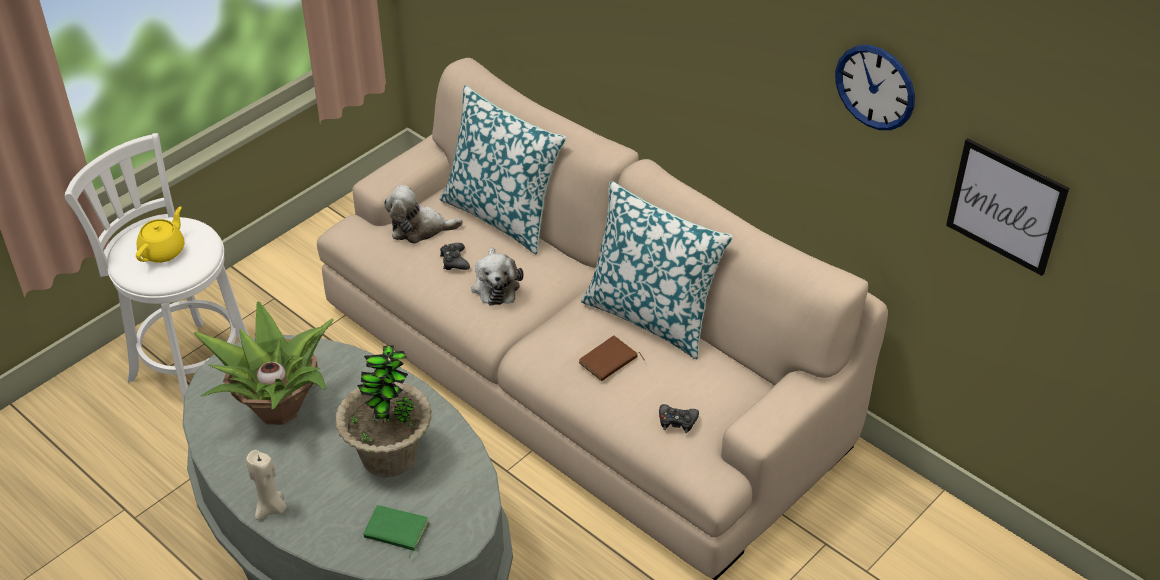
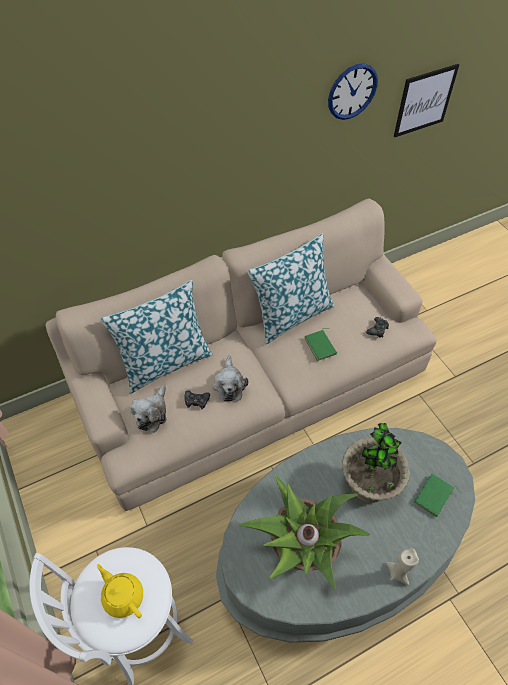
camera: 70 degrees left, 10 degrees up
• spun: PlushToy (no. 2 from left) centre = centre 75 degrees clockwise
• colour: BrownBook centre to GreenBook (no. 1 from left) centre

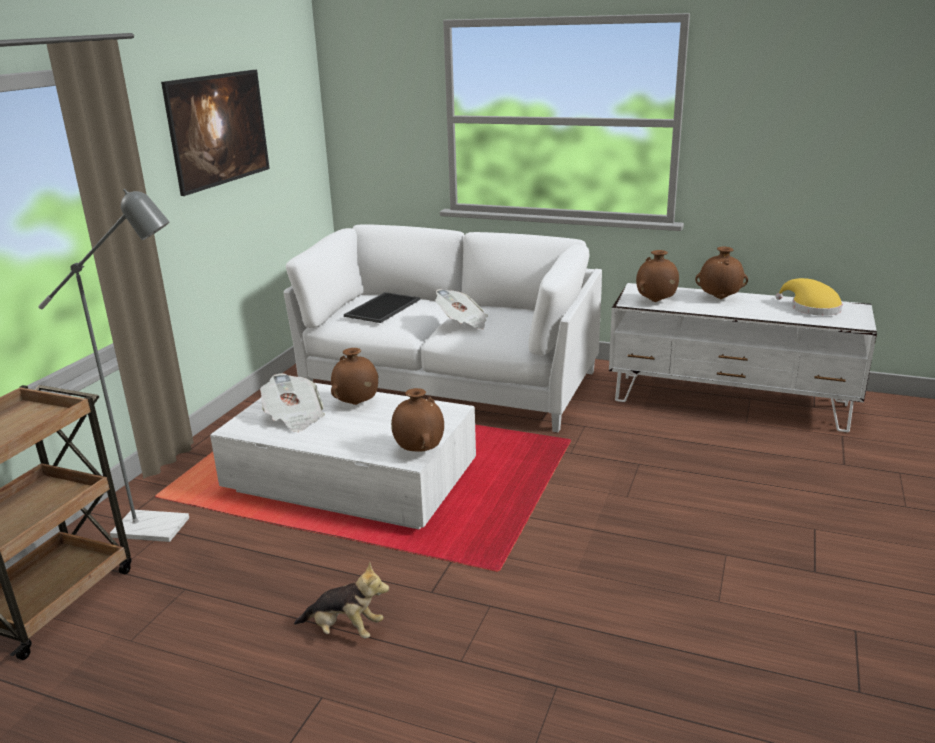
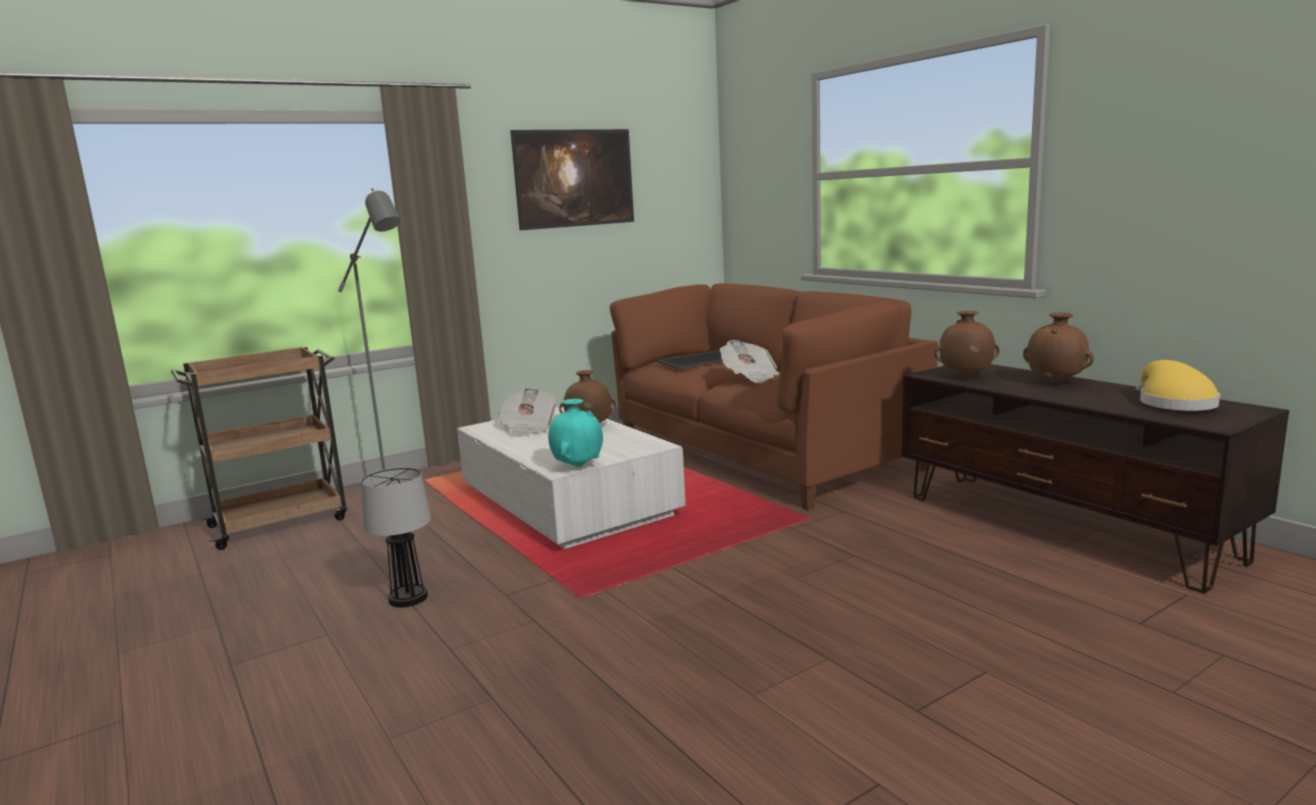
camera: 35 degrees right, 10 degrees down
• colour: WhiteSofa centre to BrownSofa centre
• colour: WhiteTvStand middle right to BrownTvStand middle right
• colour: BrownVase (no. 2 from left) centre to TurquoiseVase centre
• exchanged: PlushToy bottom centre to TableLamp bottom left

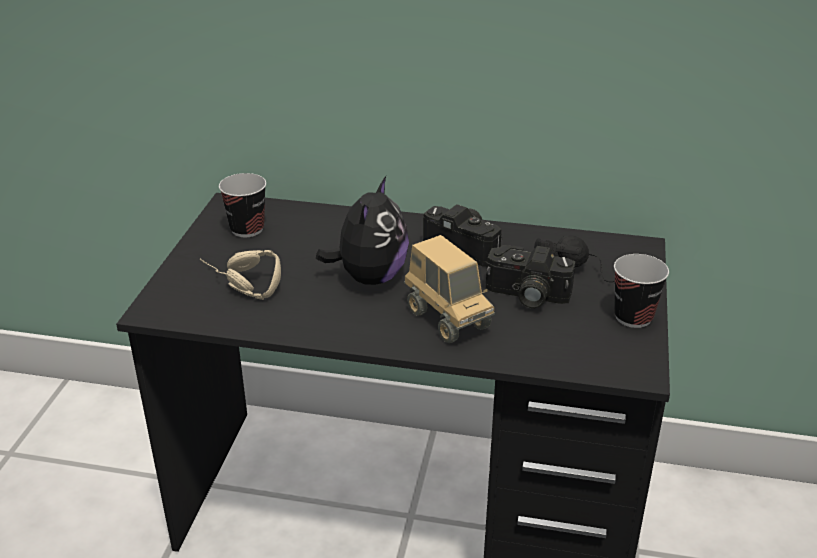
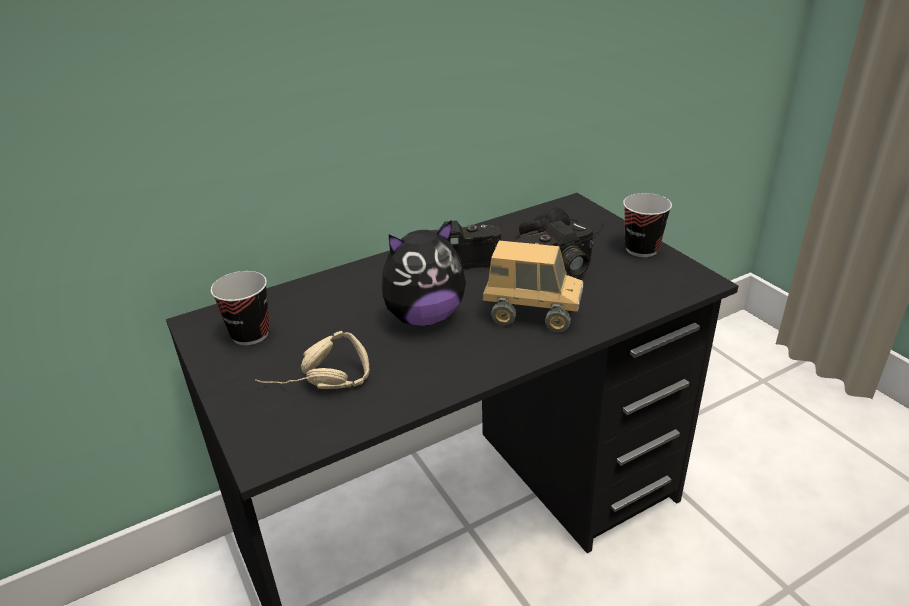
camera: 40 degrees left, 0 degrees up
• spun: PlushToy centre = centre 90 degrees clockwise

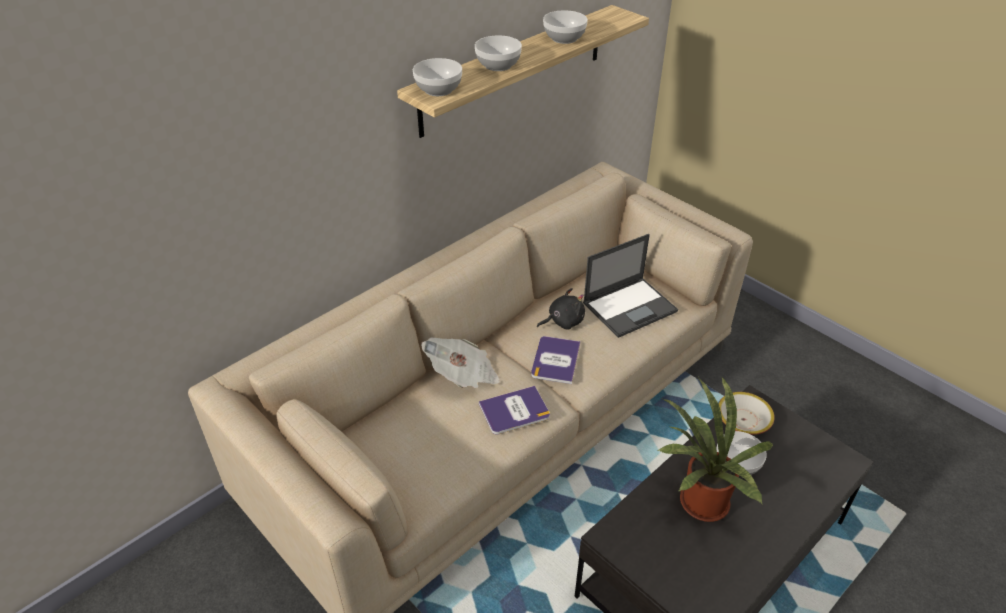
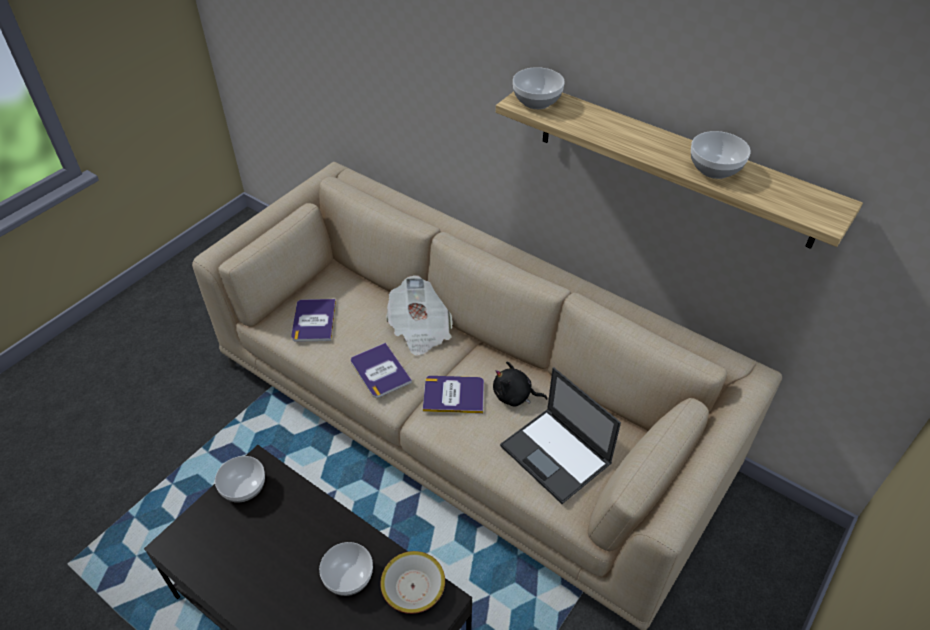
camera: 80 degrees right, 5 degrees up
• relocated: Bowl (no. 2 from left in the first image) top centre to Bowl (no. 1 from left) bottom left
• spun: BlackPlushToy centre = centre 135 degrees clockwise
• missing: PottedPlant bottom right
• appeared: Book (no. 1 from left) centre

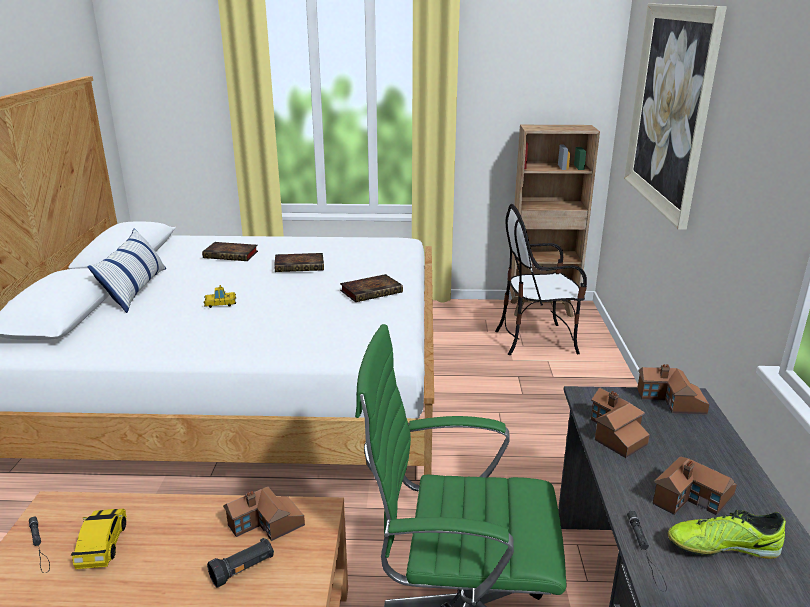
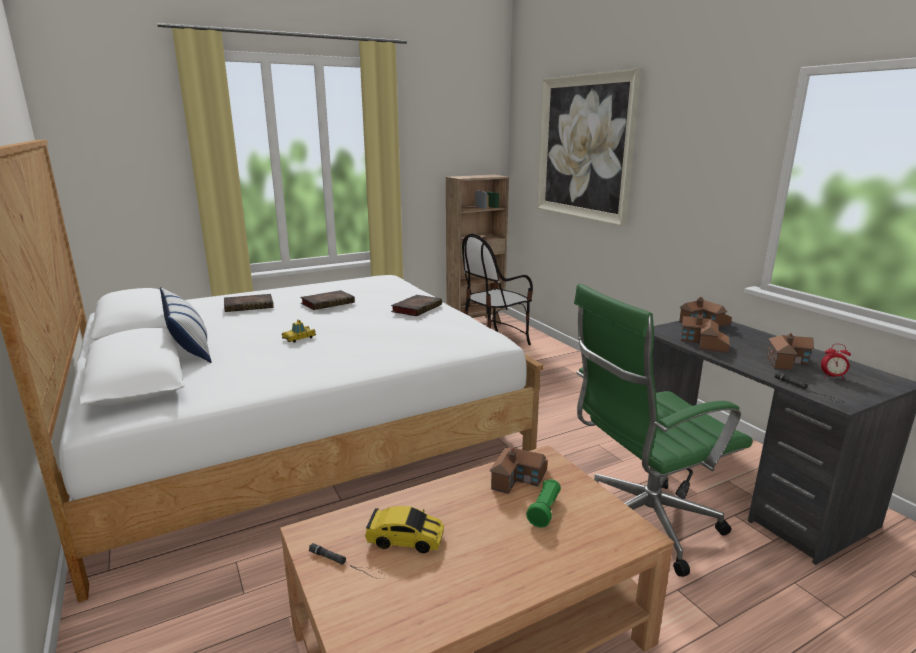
camera: 30 degrees left, 5 degrees down
• spun: ToyCar (no. 1 from left in the first image) bottom left = bottom centre 135 degrees clockwise
• exchanged: Shoe bottom right to AlarmClock middle right
• colour: BlackFlashlight (no. 2 from left) bottom left to GreenFlashlight bottom centre

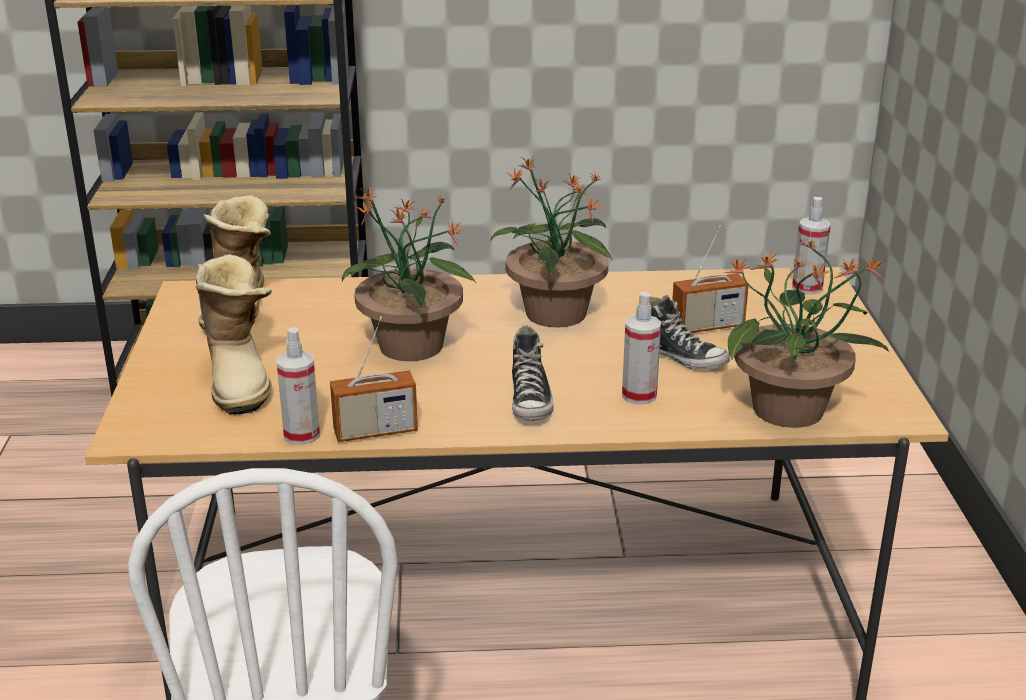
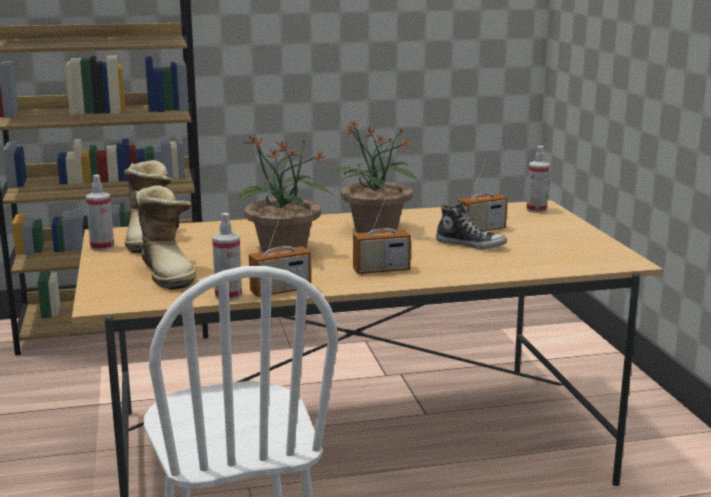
camera: 10 degrees left, 10 degrees down
• missing: PottedPlant (no. 3 from left) middle right
• relocated: SprayBottle (no. 2 from left in the first image) centre to SprayBottle (no. 1 from left) middle left
• exchanged: Shoe (no. 1 from left) centre to Radio (no. 2 from left) centre

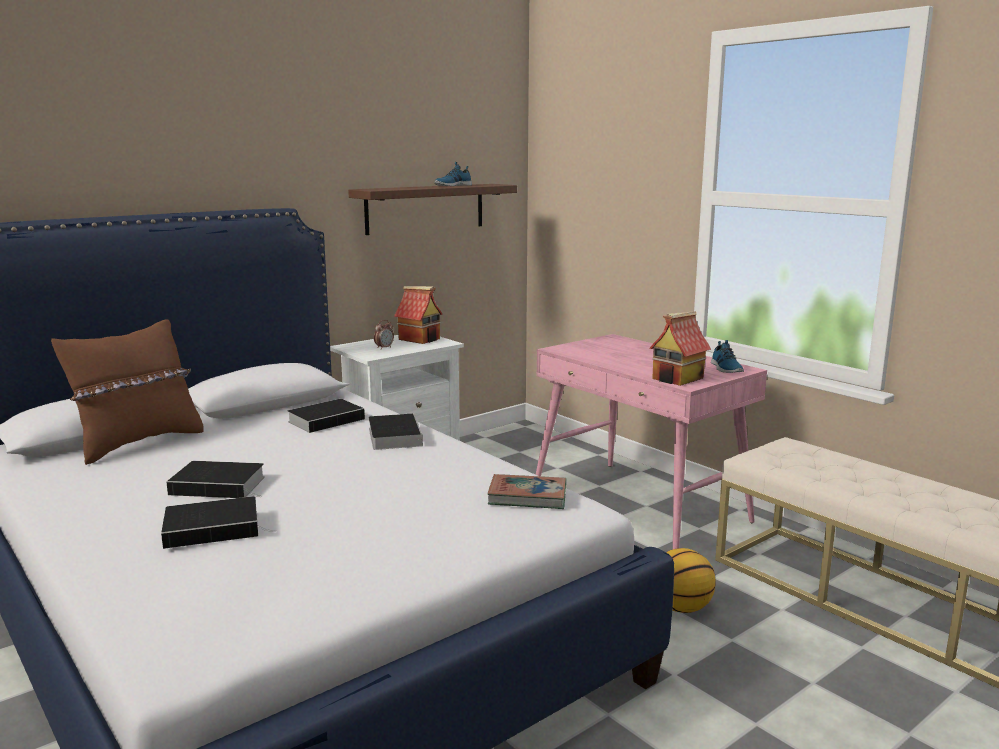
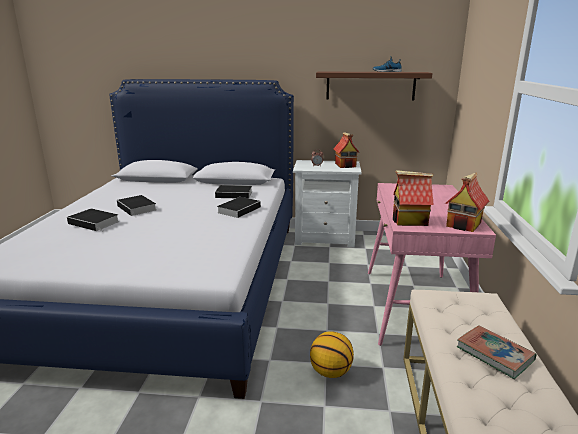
camera: 45 degrees right, 5 degrees up
• missing: BrownPillow middle left
• exchanged: Shoe (no. 2 from left) middle right to ToyHouse (no. 3 from left) middle right
• relocated: Book (no. 5 from left) centre to bottom right

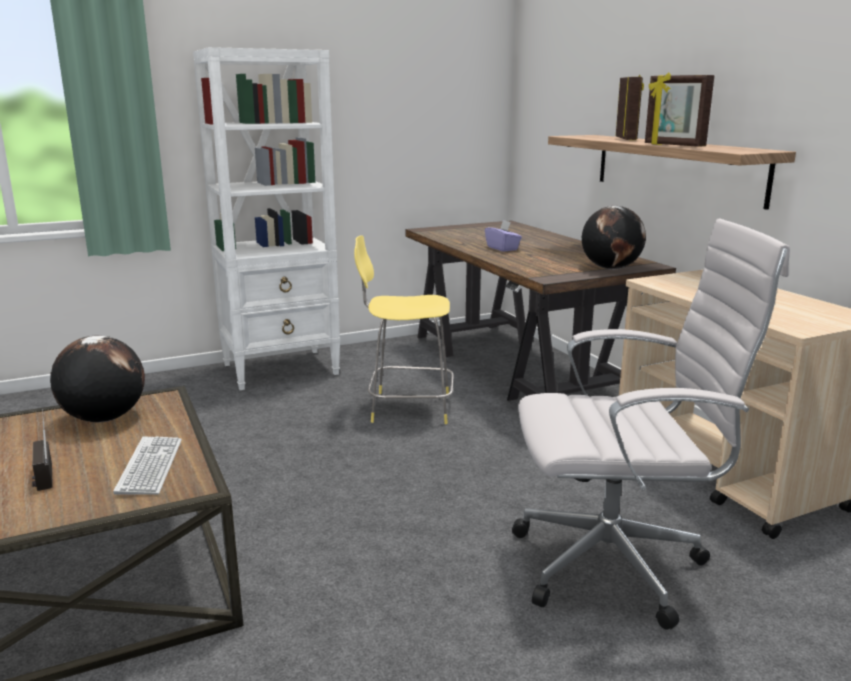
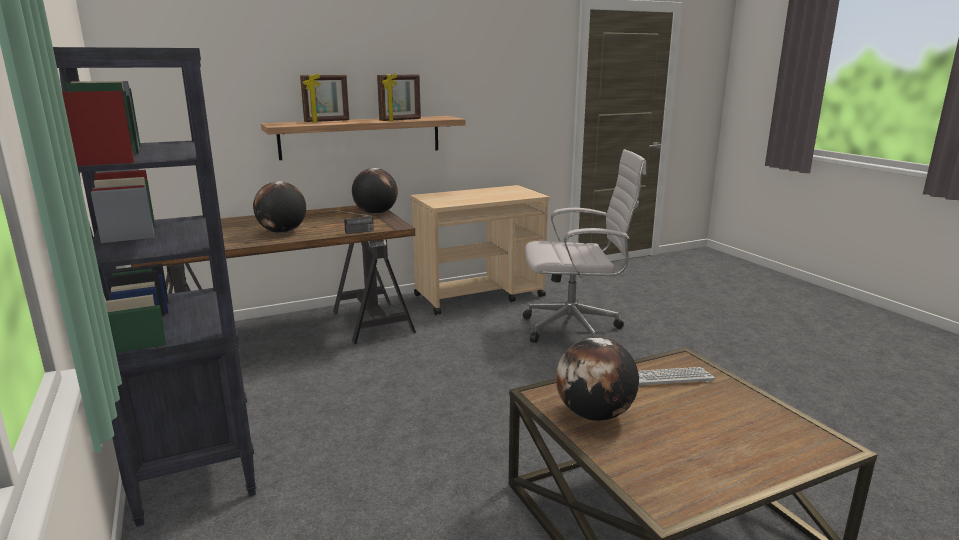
camera: 90 degrees left, 0 degrees up
• colour: WhiteBookcase top left to BlackBookcase middle left
• spun: PictureFrame (no. 1 from left) top right = top centre 150 degrees clockwise
• spun: WhiteOfficeChair middle right = centre 90 degrees clockwise
• exchanged: PurpleTissueBox centre to Globe (no. 1 from left) middle left
• missing: YellowStool centre
• relocated: Radio middle left to centre

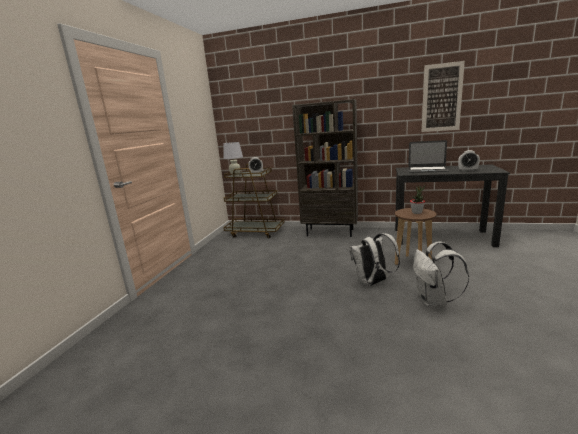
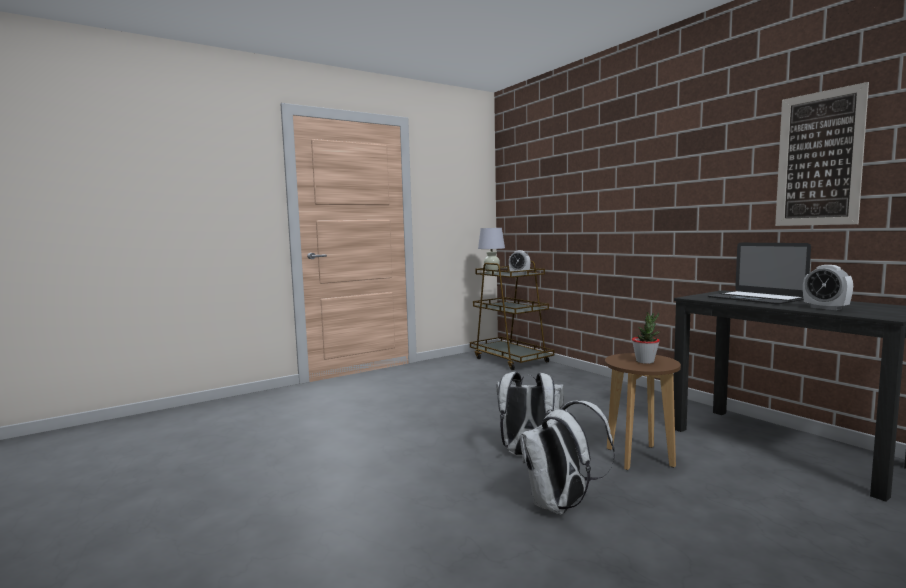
camera: 40 degrees right, 10 degrees down
• missing: BrownBookcase centre

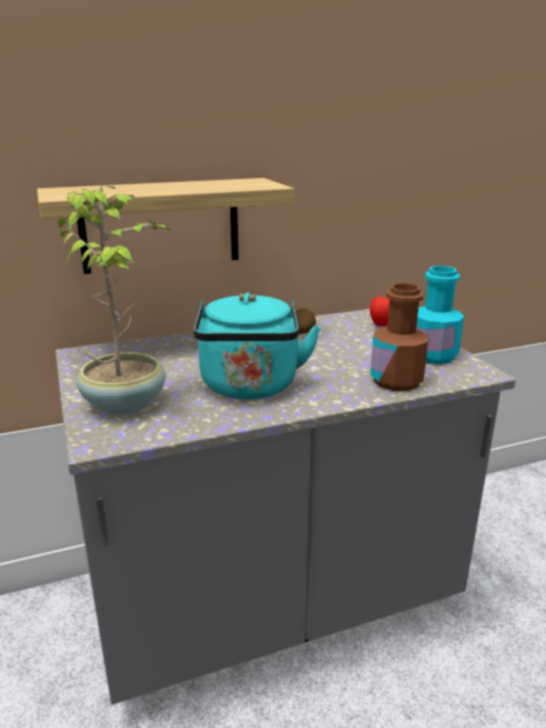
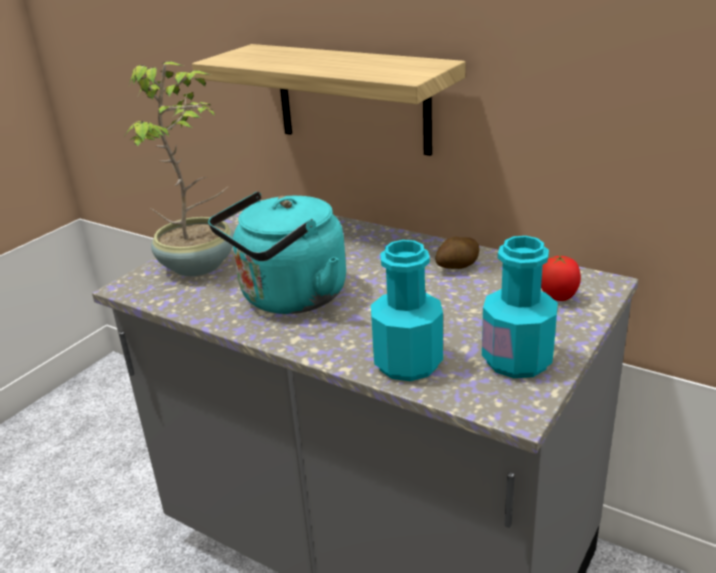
camera: 55 degrees right, 5 degrees up
• colour: BrownBottle middle right to TurquoiseBottle (no. 1 from left) centre

